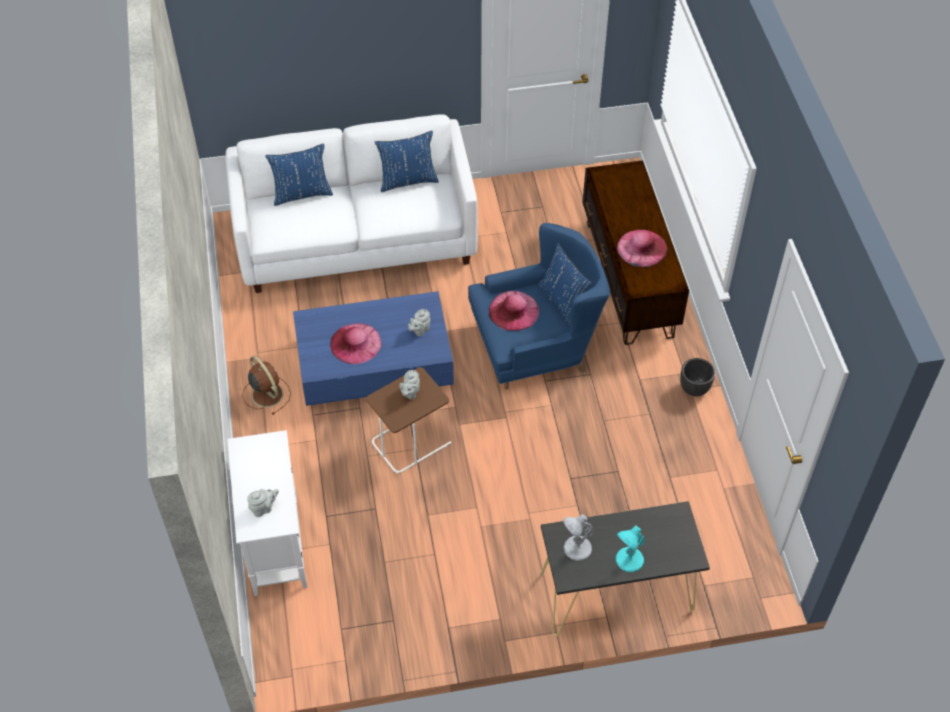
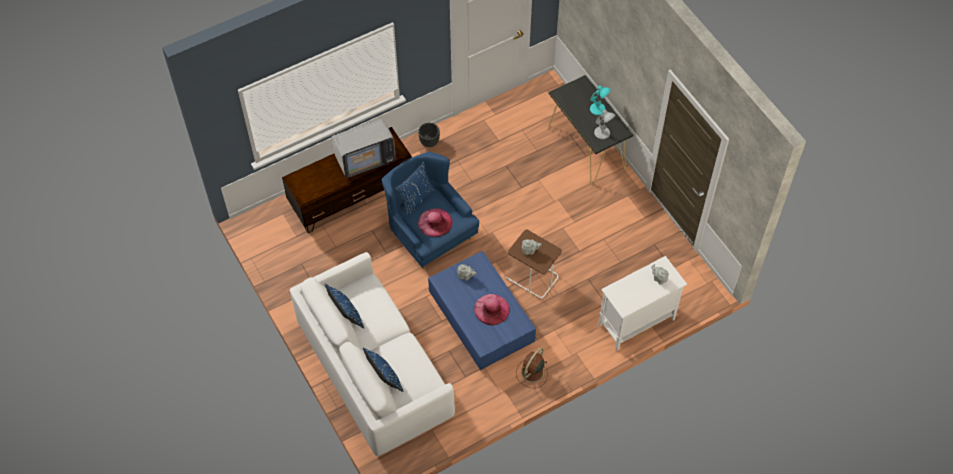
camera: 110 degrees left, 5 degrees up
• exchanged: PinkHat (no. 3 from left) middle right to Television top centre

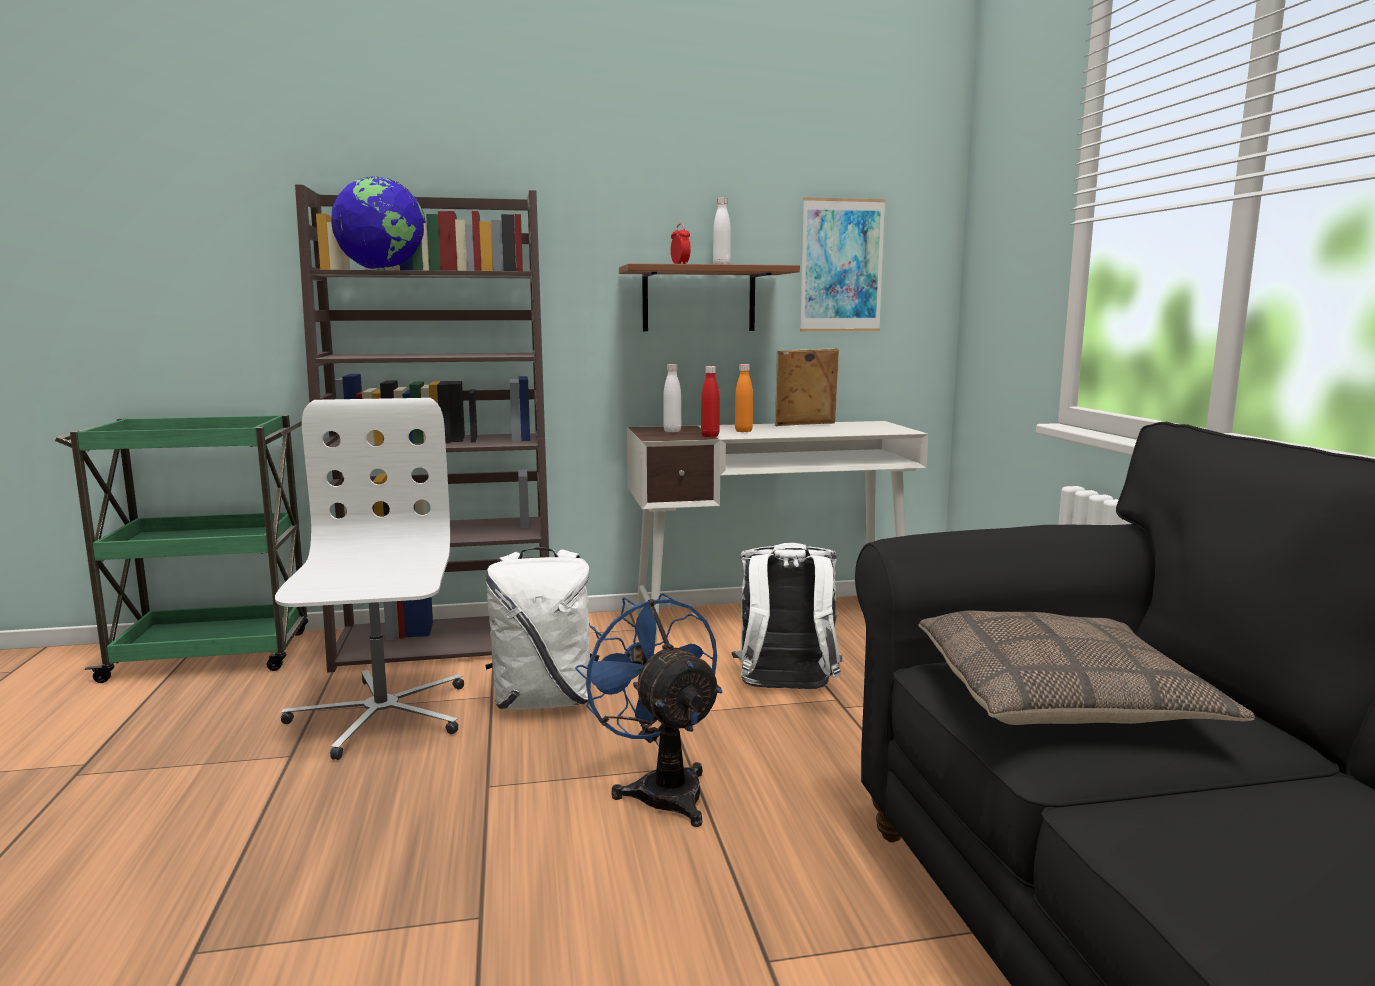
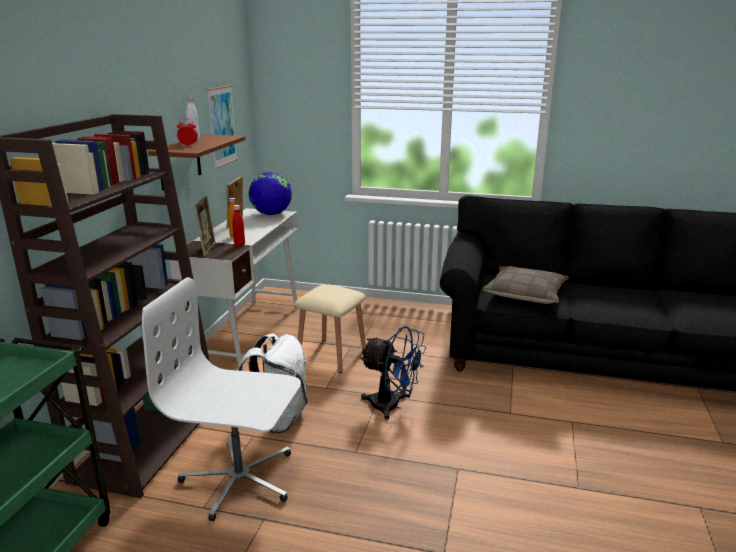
camera: 65 degrees left, 10 degrees up
• relocated: Globe top left to centre
• exchanged: WhiteBottle (no. 1 from left) centre to PictureFrame (no. 1 from left) middle left
• exchanged: WhiteBackpack (no. 2 from left) centre to BeigeStool centre
• spun: BlueFan bottom centre = bottom centre 150 degrees counterclockwise

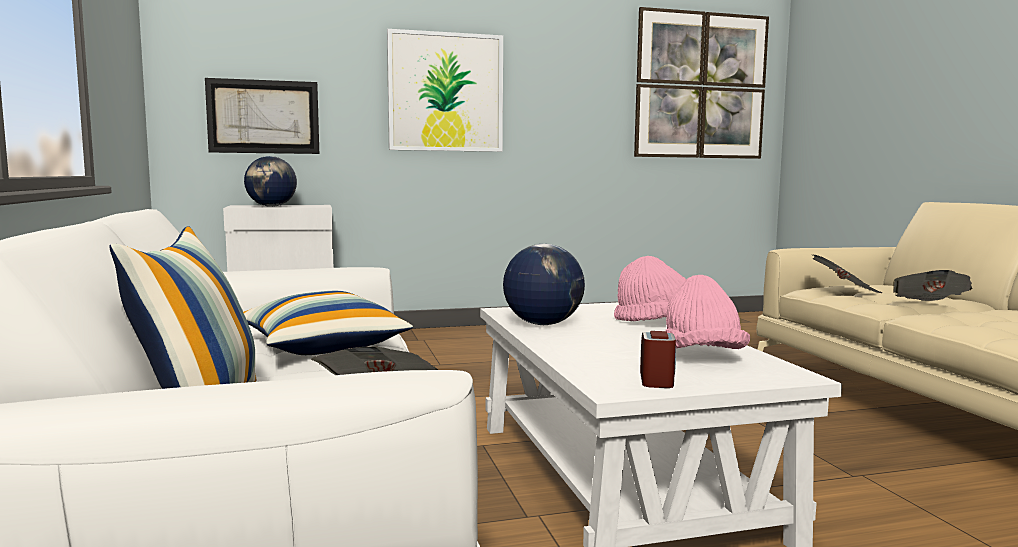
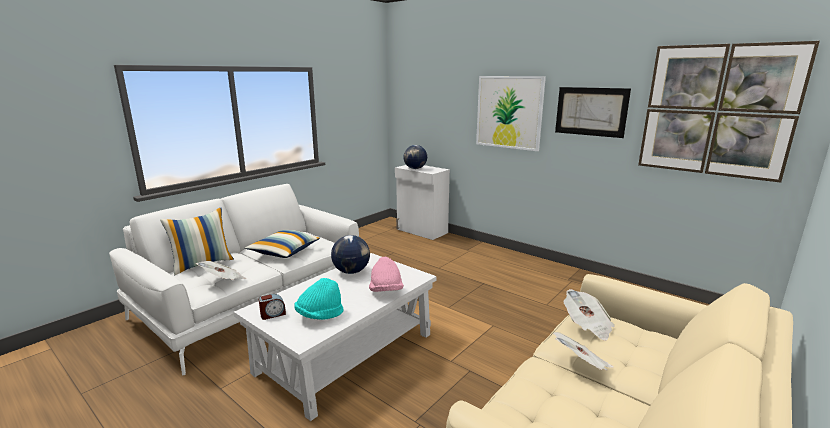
camera: 55 degrees right, 10 degrees up
• relocated: Picture (no. 1 from left in the first image) top left to Picture (no. 2 from left) top right
• colour: PinkHat (no. 2 from left) middle right to TurquoiseHat bottom centre

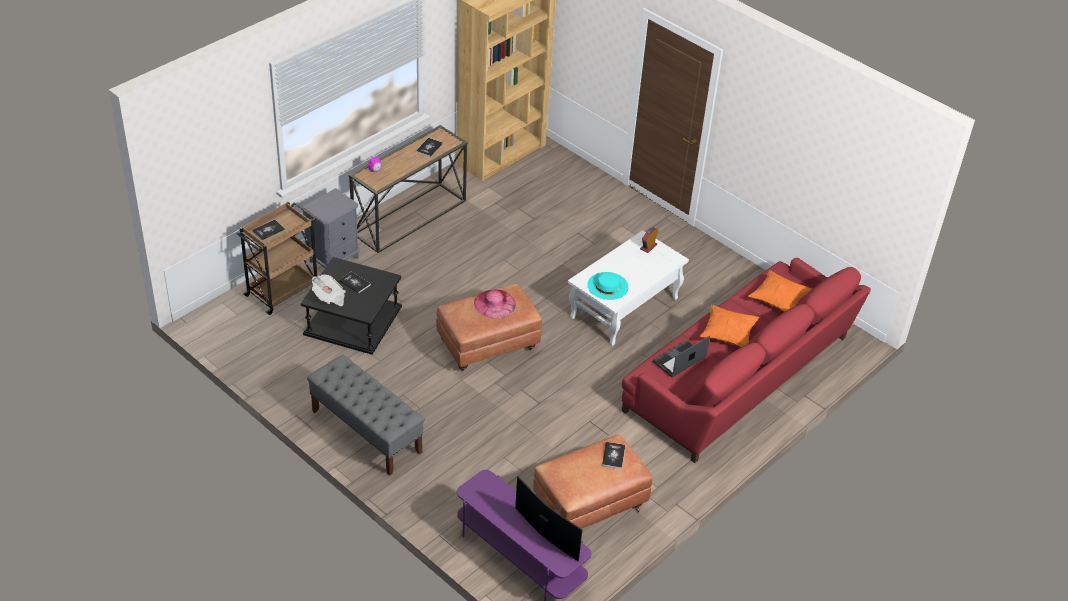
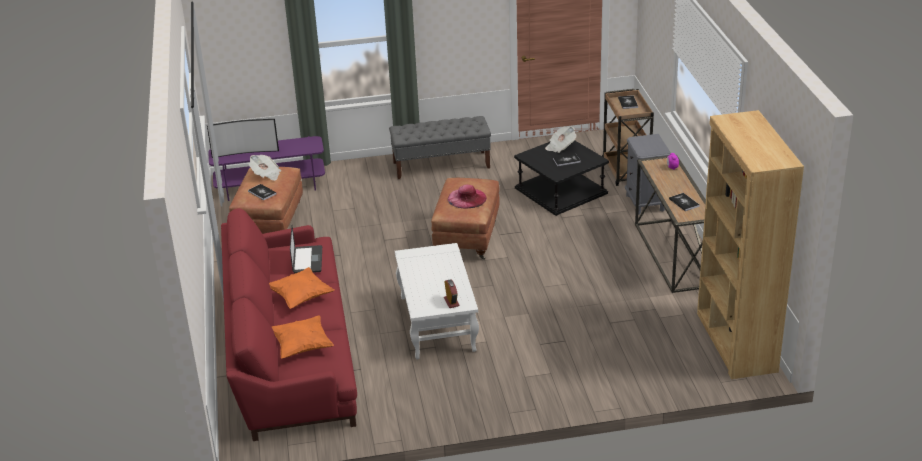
camera: 130 degrees right, 10 degrees down
• missing: TurquoiseHat centre
• appeared: Newspaper (no. 1 from left) middle left

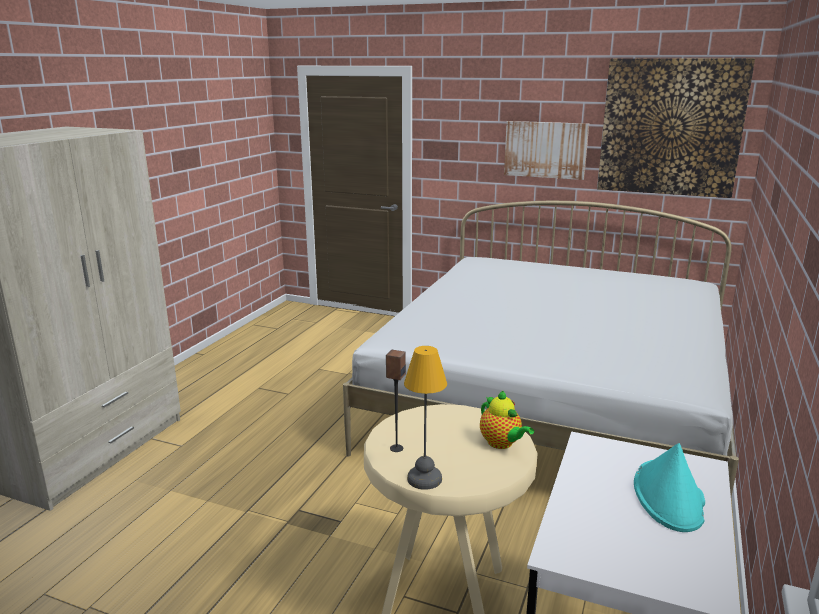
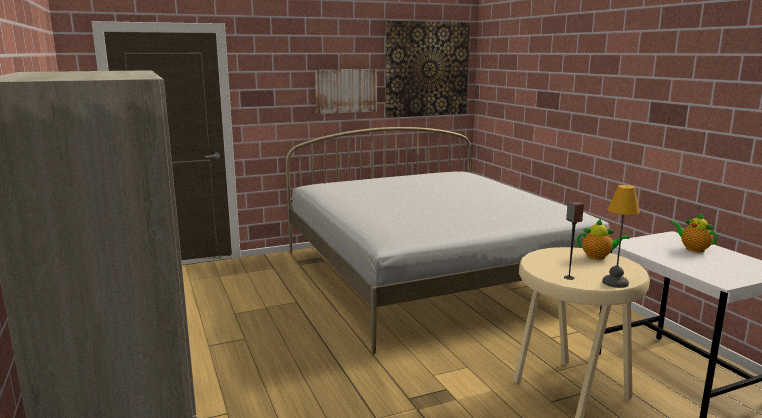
camera: 45 degrees left, 5 degrees down
• exchanged: TurquoiseHat bottom right to Teapot (no. 2 from left) middle right

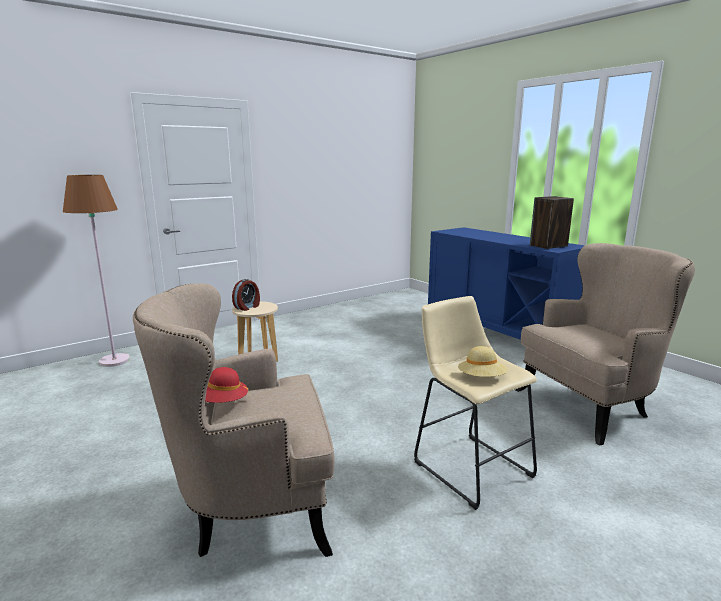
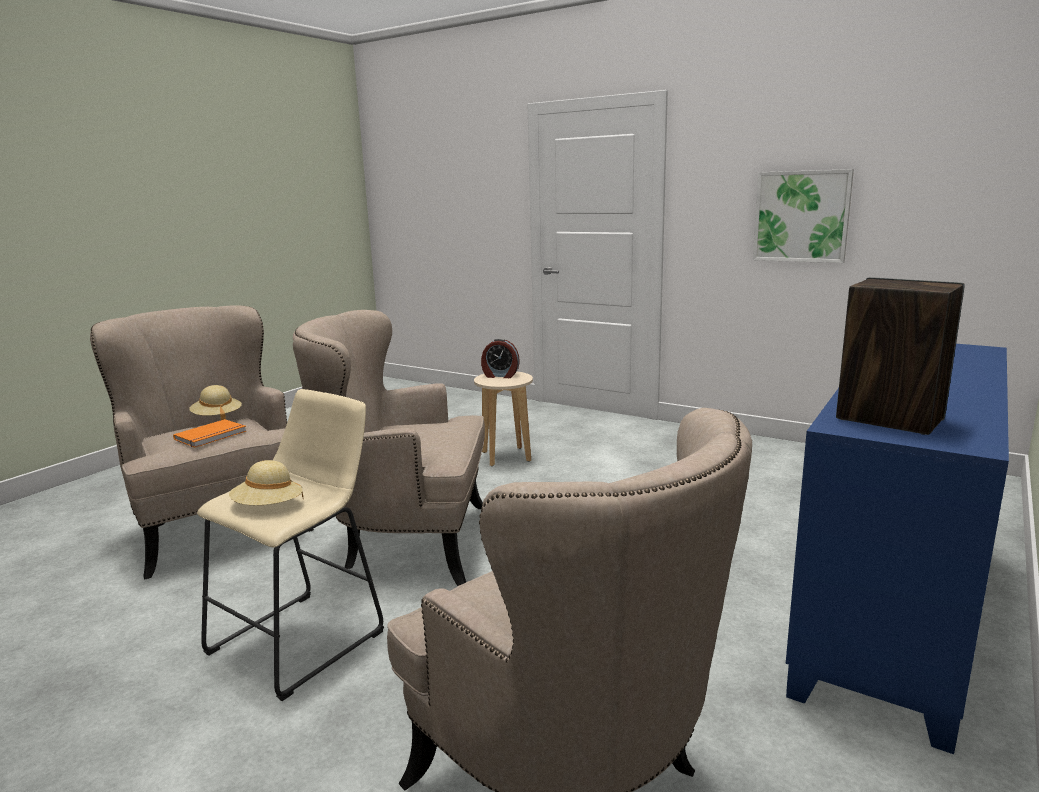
camera: 70 degrees right, 0 degrees up
• missing: BrownFloorLamp middle left
• colour: RedHat middle left to BeigeHat (no. 1 from left) middle left
• appeared: Picture top right
• appeared: BeigeArmchair (no. 2 from left) centre
• appeared: OrangeBook middle left

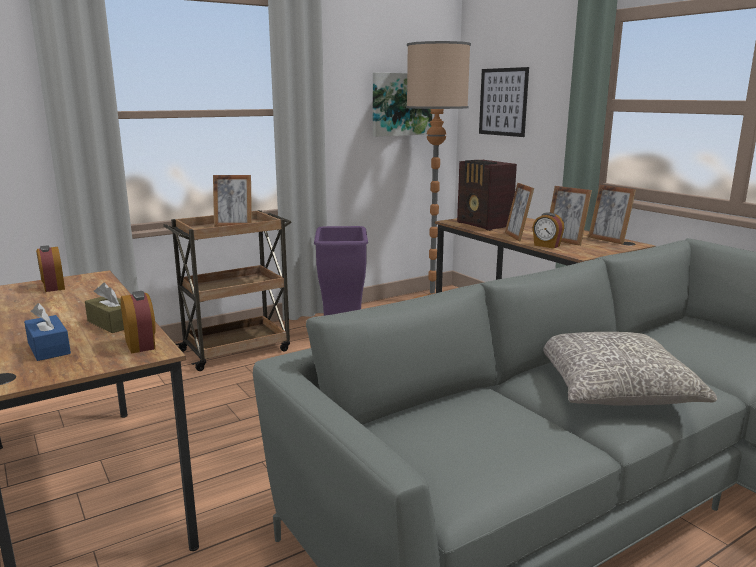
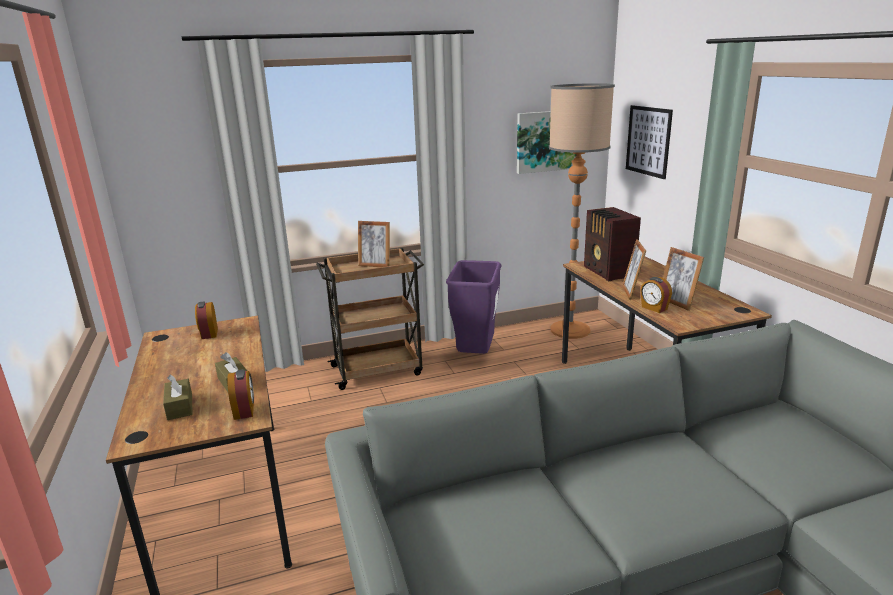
camera: 15 degrees right, 5 degrees up
• missing: PictureFrame (no. 4 from left) middle right
• colour: BlueTissueBox middle left to BrownTissueBox (no. 1 from left) bottom left
• missing: GreyPillow middle right

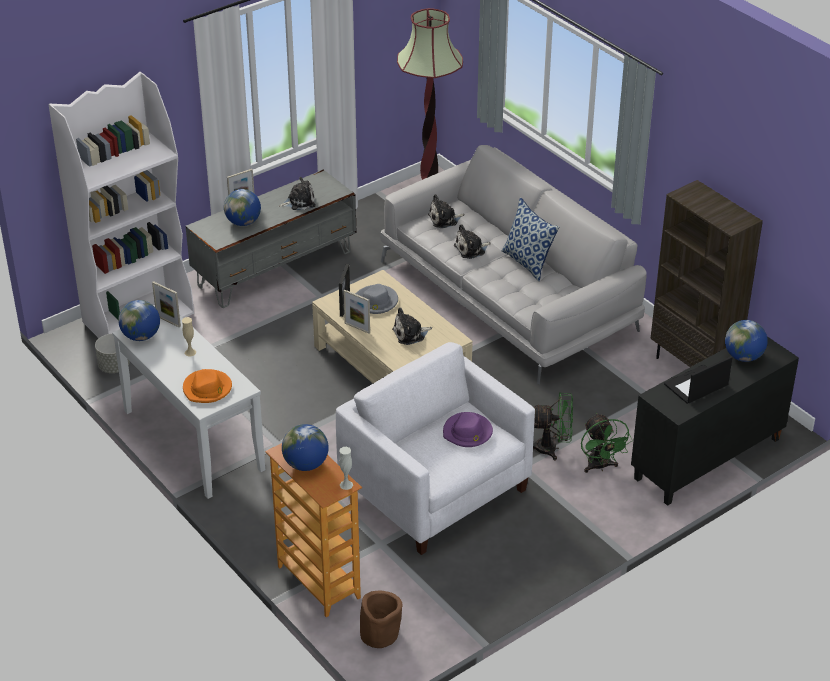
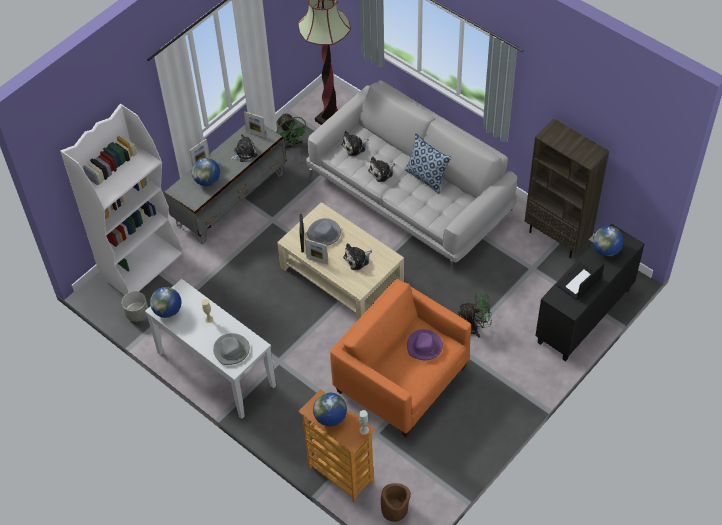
camera: 10 degrees left, 15 degrees up
• relocated: PictureFrame (no. 1 from left in the first image) middle left to PictureFrame (no. 2 from left) top centre
• colour: WhiteArmchair centre to OrangeArmchair bottom centre
• colour: OrangeHat middle left to GreyHat (no. 1 from left) middle left
• relocated: GreenFan (no. 2 from left in the first image) middle right to GreenFan (no. 1 from left) top centre

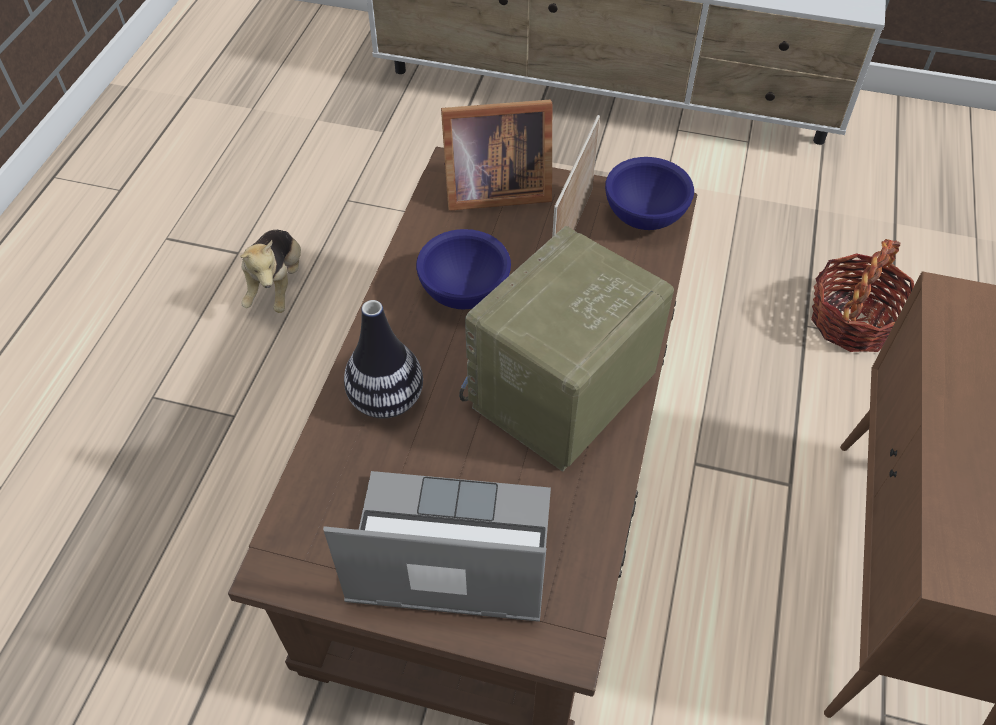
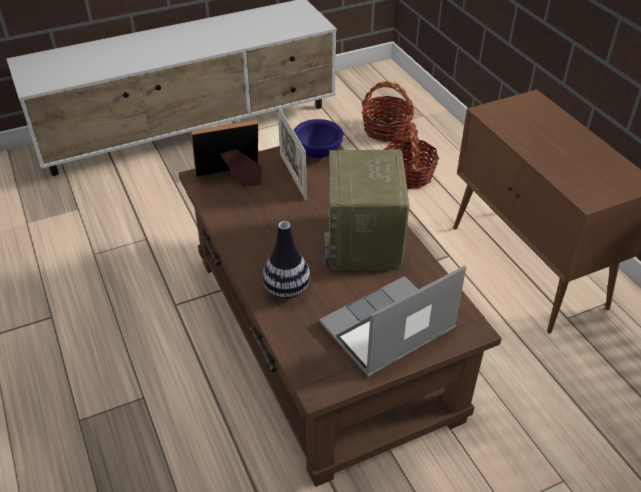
camera: 40 degrees left, 10 degrees down
• spun: PictureFrame (no. 1 from left) top centre = top centre 150 degrees counterclockwise
• missing: BlueBowl (no. 1 from left) centre
• missing: PlushToy middle left
• appeared: Basket (no. 1 from left) top centre

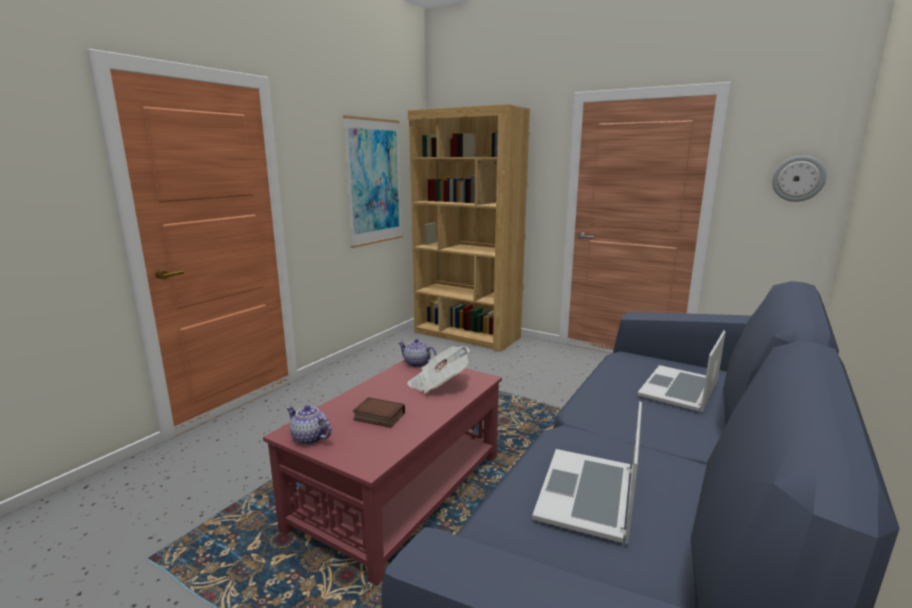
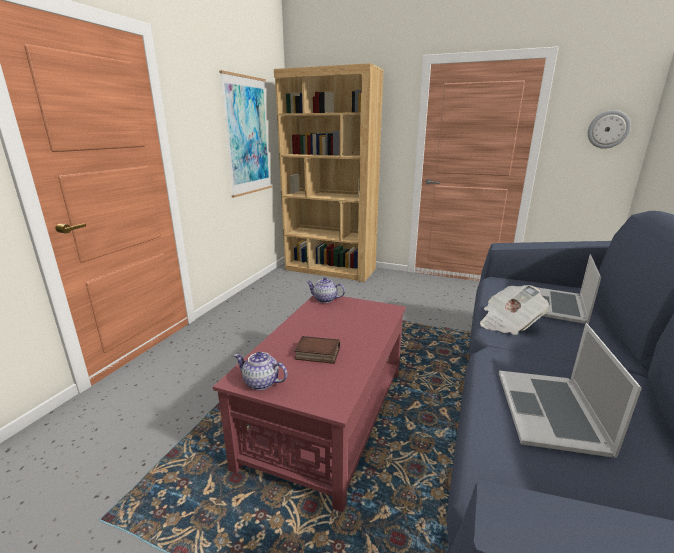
camera: 10 degrees left, 5 degrees up
• relocated: Newspaper centre to middle right

